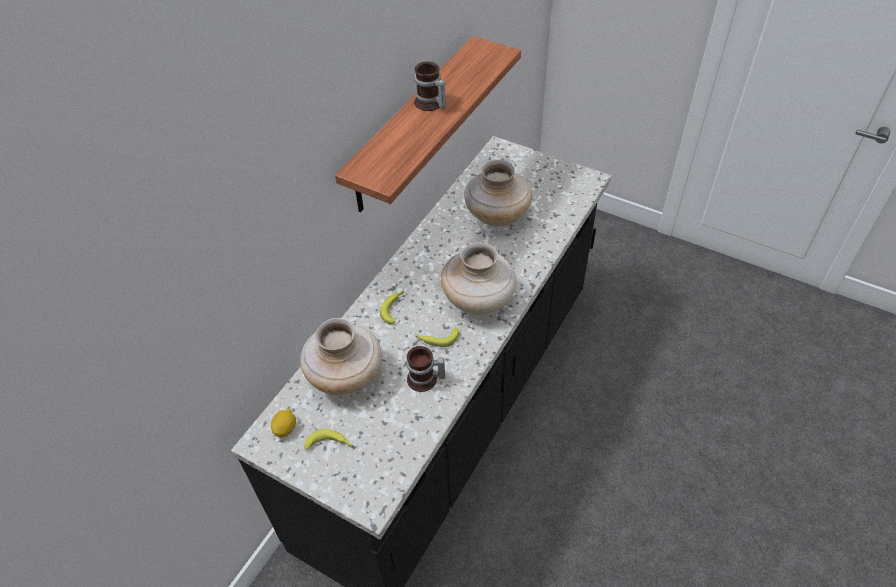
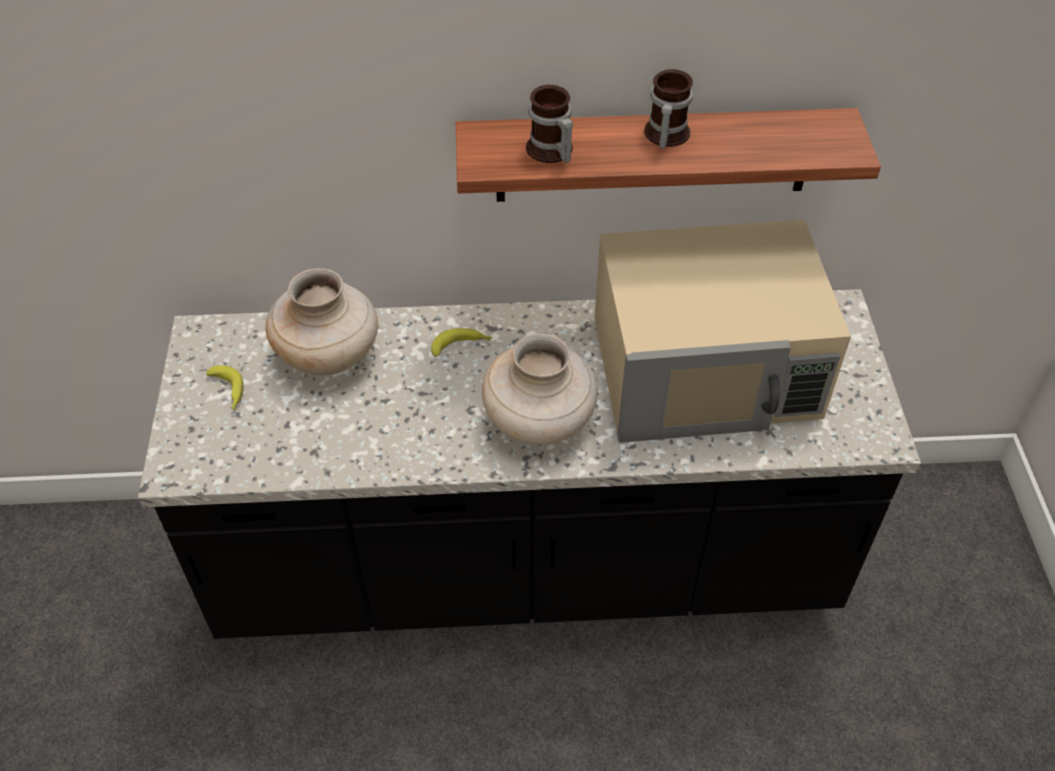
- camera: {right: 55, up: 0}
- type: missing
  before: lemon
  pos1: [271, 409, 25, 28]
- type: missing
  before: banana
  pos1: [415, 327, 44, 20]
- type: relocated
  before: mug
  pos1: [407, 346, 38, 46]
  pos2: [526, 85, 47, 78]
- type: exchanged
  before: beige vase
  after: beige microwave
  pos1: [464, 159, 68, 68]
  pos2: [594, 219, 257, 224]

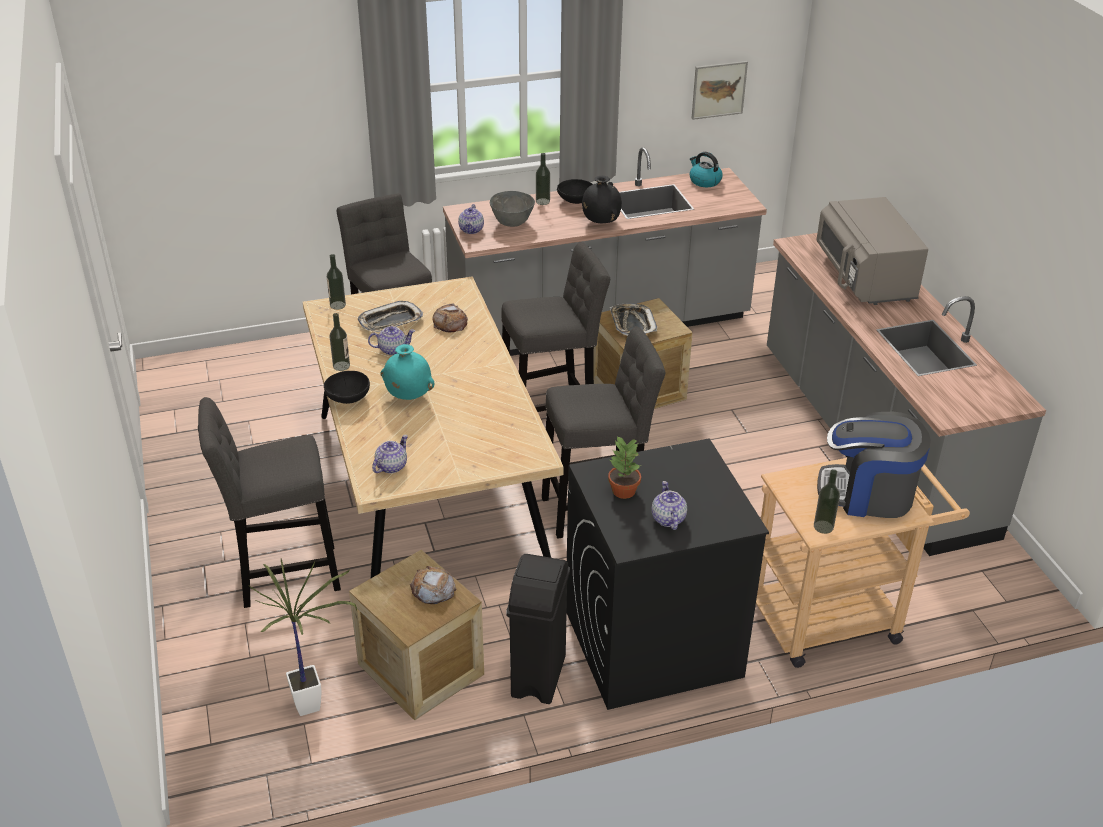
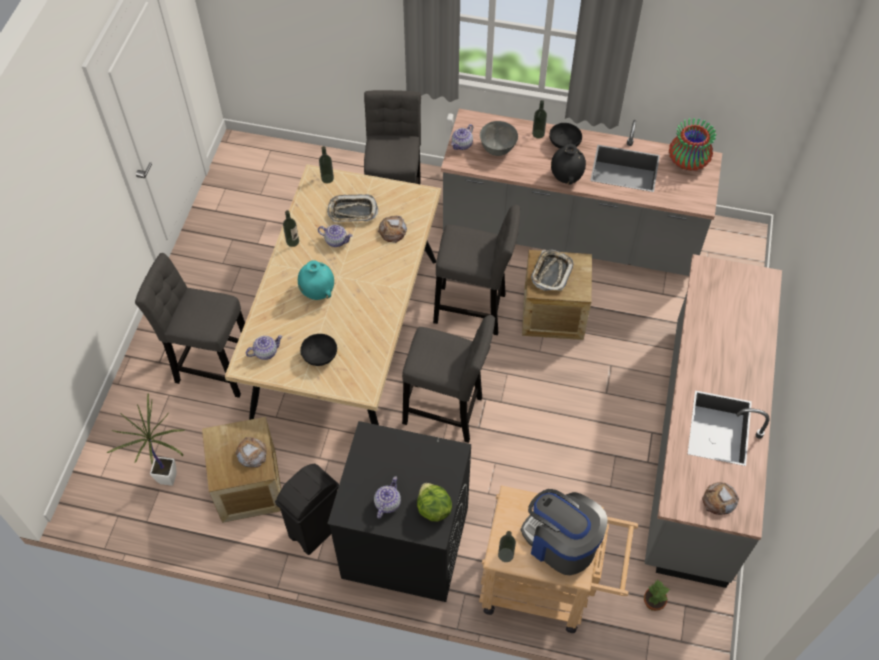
- camera: {right: 30, up: 20}
- type: missing
  before: picture
  pos1: [691, 61, 57, 59]
- type: missing
  before: grey microwave
  pos1: [817, 197, 111, 108]
- type: appeared
  after: lettuce
  pos2: [417, 483, 35, 38]
- type: appeared
  after: bread
  pos2: [702, 482, 37, 33]
- type: relocated
  before: black bowl
  pos1: [324, 371, 46, 33]
  pos2: [300, 334, 37, 32]
- type: relocated
  before: potted plant
  pos1: [608, 436, 33, 63]
  pos2: [644, 579, 26, 32]
- type: exchanged
  before: kettle
  after: vase
  pos1: [690, 152, 33, 35]
  pos2: [669, 118, 47, 53]

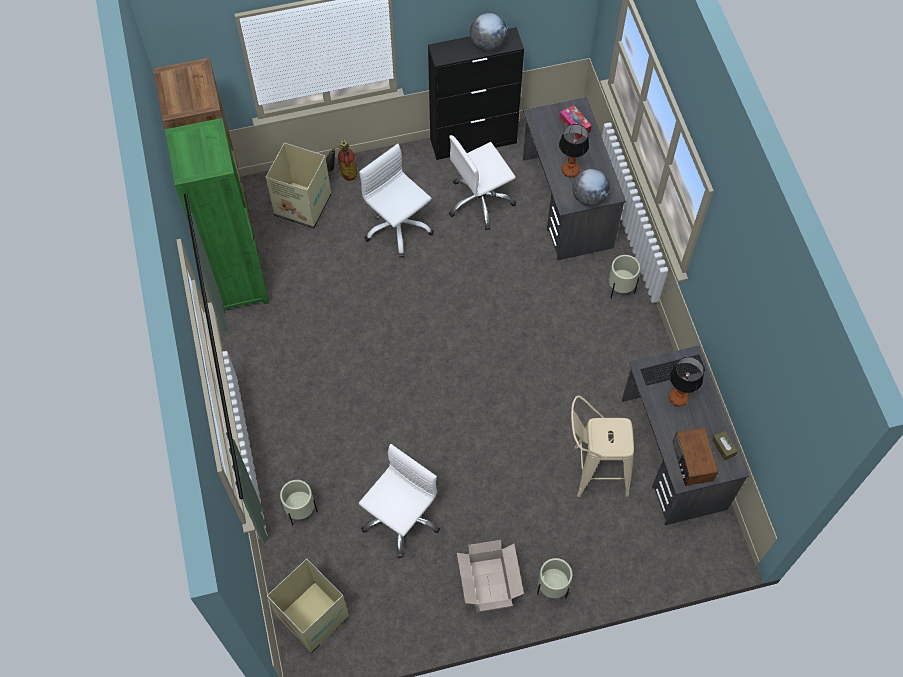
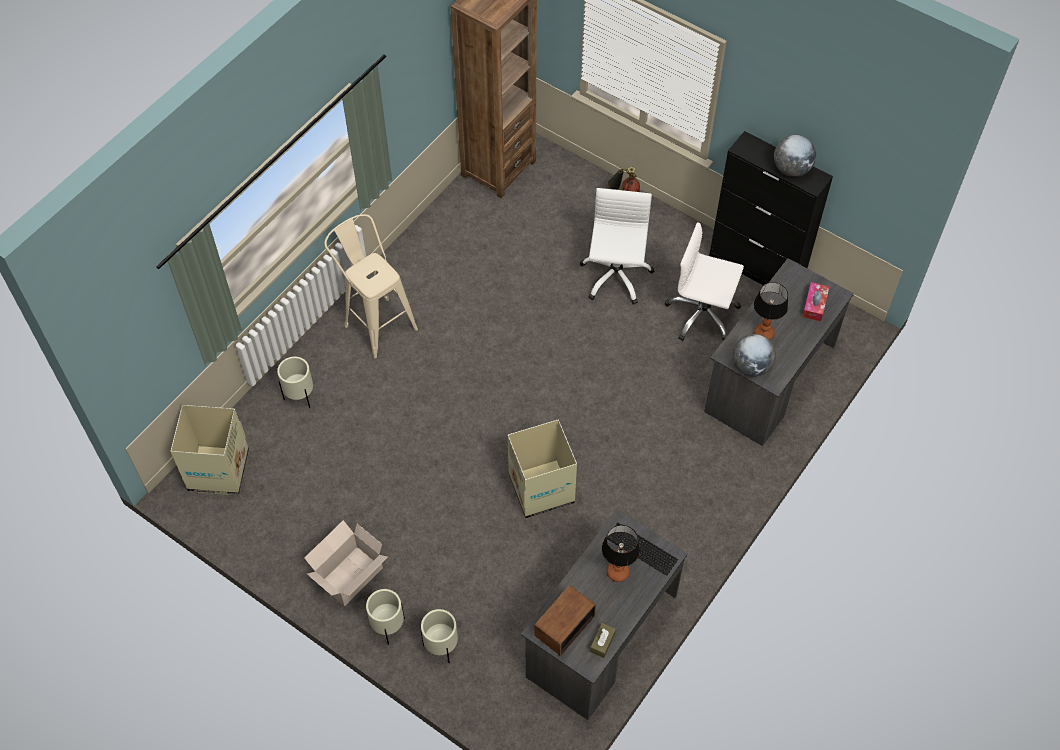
- camera: {right: 50, up: -5}
- type: missing
  before: green bookcase
  pos1: [165, 118, 104, 195]
- type: missing
  before: white office chair
  pos1: [359, 444, 81, 114]
- type: relocated
  before: cardboard box
  pos1: [266, 143, 65, 86]
  pos2: [508, 420, 69, 98]
- type: relocated
  before: beige stool
  pos1: [571, 396, 63, 101]
  pos2: [324, 214, 94, 144]
- type: relocated
  before: beige planter
  pos1: [609, 255, 31, 44]
  pos2: [421, 609, 37, 54]

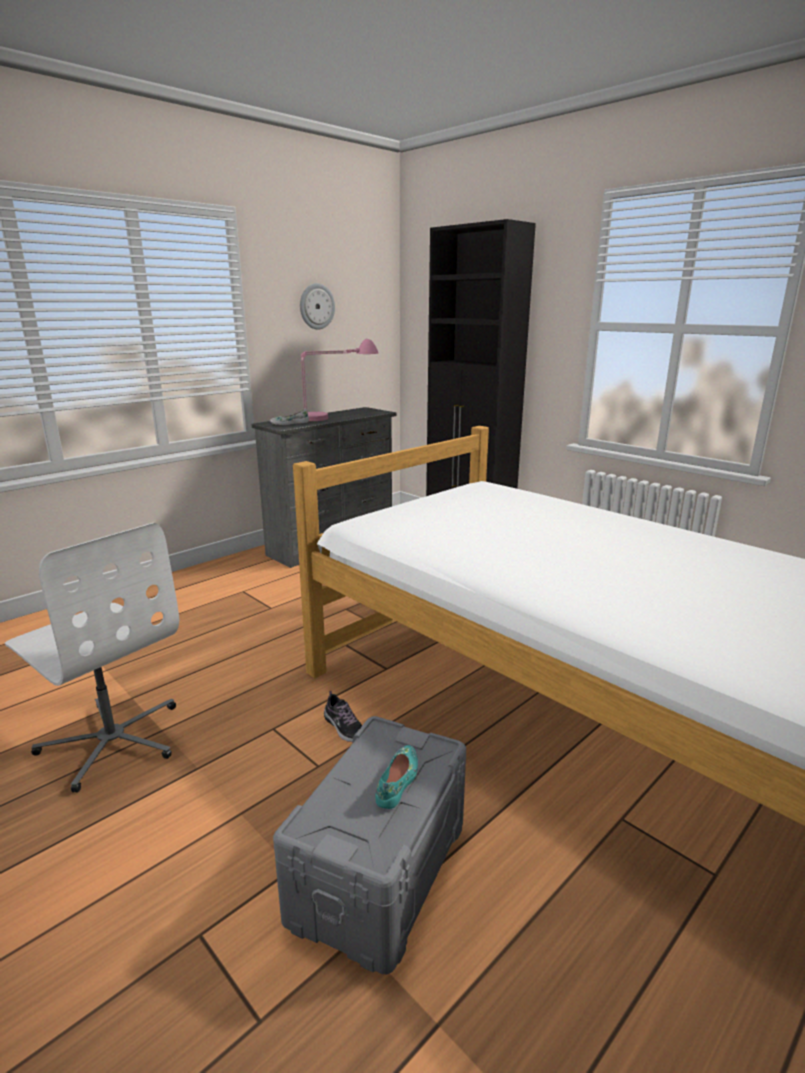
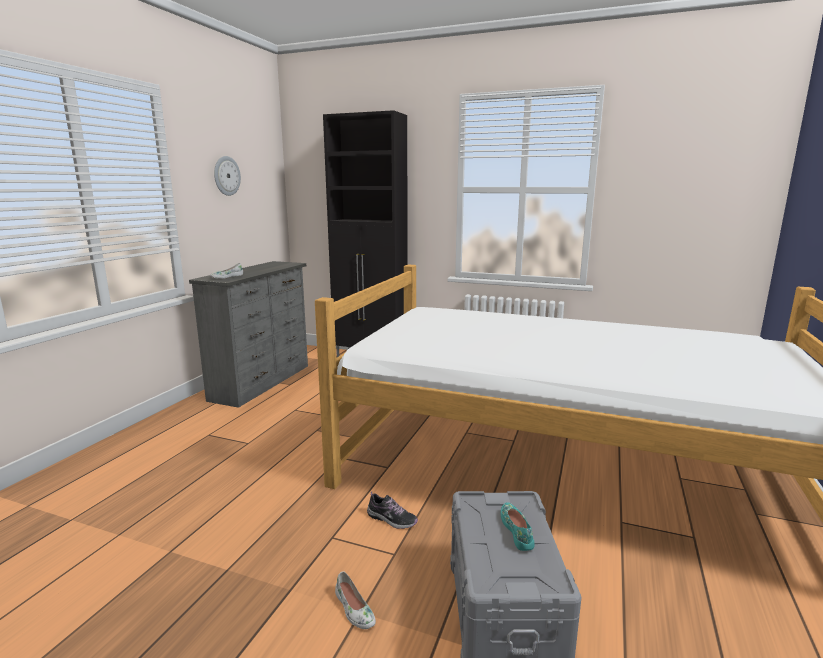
- camera: {right: -25, up: -5}
- type: missing
  before: white office chair
  pos1: [5, 523, 174, 270]
- type: missing
  before: pink table lamp
  pos1: [301, 339, 77, 82]
- type: appeared
  after: white shoe
  pos2: [335, 571, 41, 58]

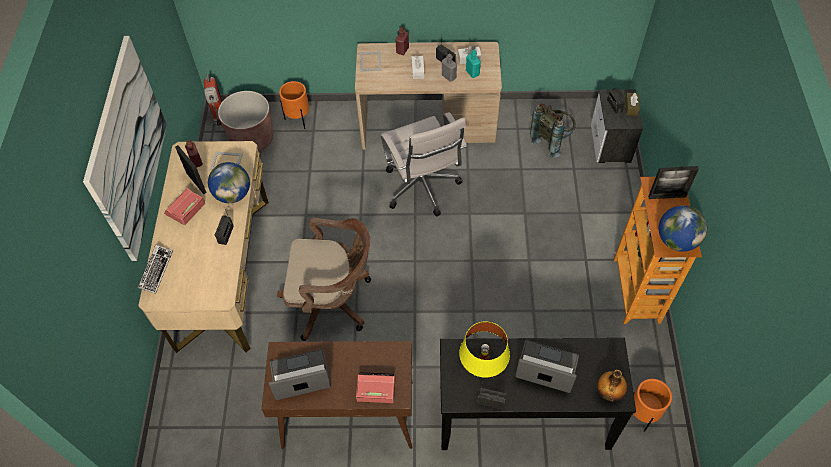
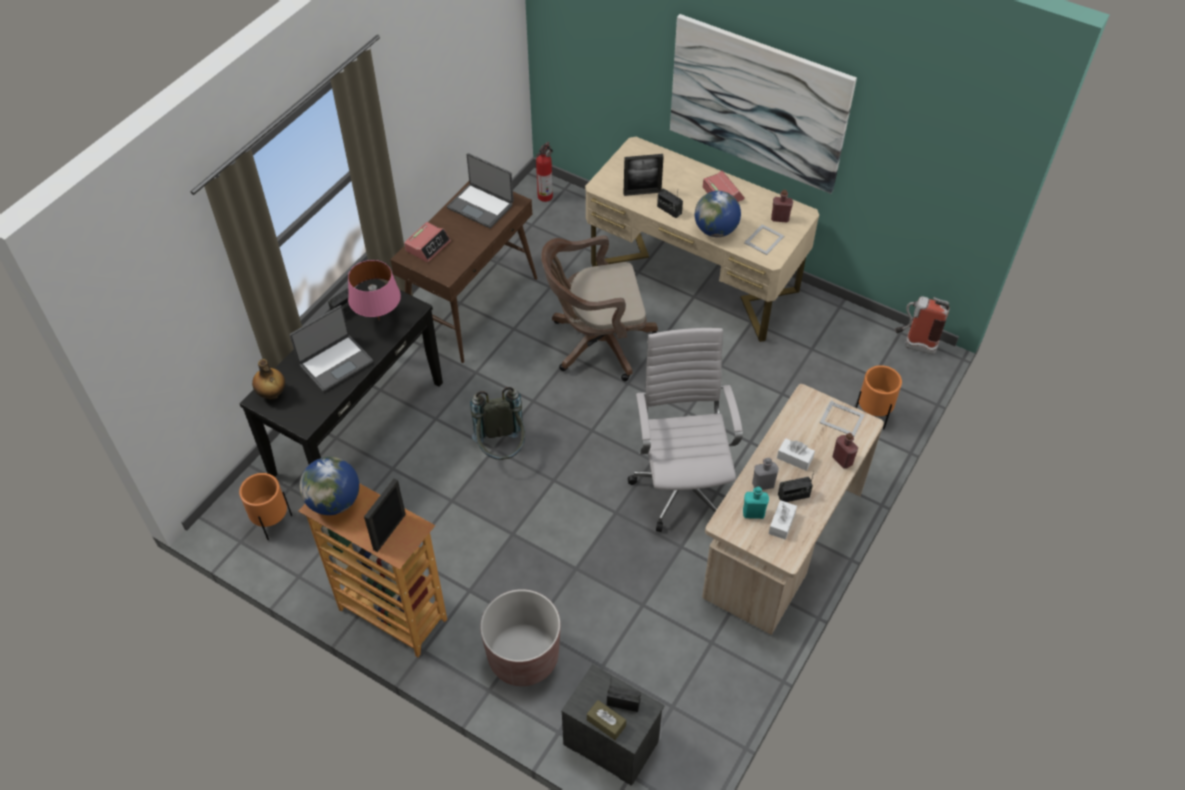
- camera: {right: 120, up: -5}
- type: missing
  before: keyboard
  pos1: [138, 245, 35, 49]
- type: appeared
  after: fire extinguisher
  pos2: [536, 142, 17, 60]
- type: relocated
  before: picture frame
  pos1: [175, 145, 32, 49]
  pos2: [624, 154, 40, 42]
- type: relocated
  before: brown planter
  pos1: [218, 91, 56, 61]
  pos2: [480, 589, 80, 97]
- type: relocated
  before: grey backpack
  pos1: [530, 104, 46, 54]
  pos2: [470, 387, 55, 73]
- type: colour
  before: yellow table lamp
  after: pink table lamp
  pos1: [459, 322, 51, 55]
  pos2: [348, 260, 53, 61]
- type: spun
  before: laptop
  pos1: [269, 349, 62, 51]
  pos2: [447, 153, 67, 75]
  turn: 105
- type: spun
  before: brown office chair
  pos1: [277, 218, 94, 123]
  pos2: [541, 235, 117, 146]
  turn: 45
- type: spun
  before: white office chair
  pos1: [381, 112, 86, 105]
  pos2: [627, 328, 116, 204]
  turn: 75

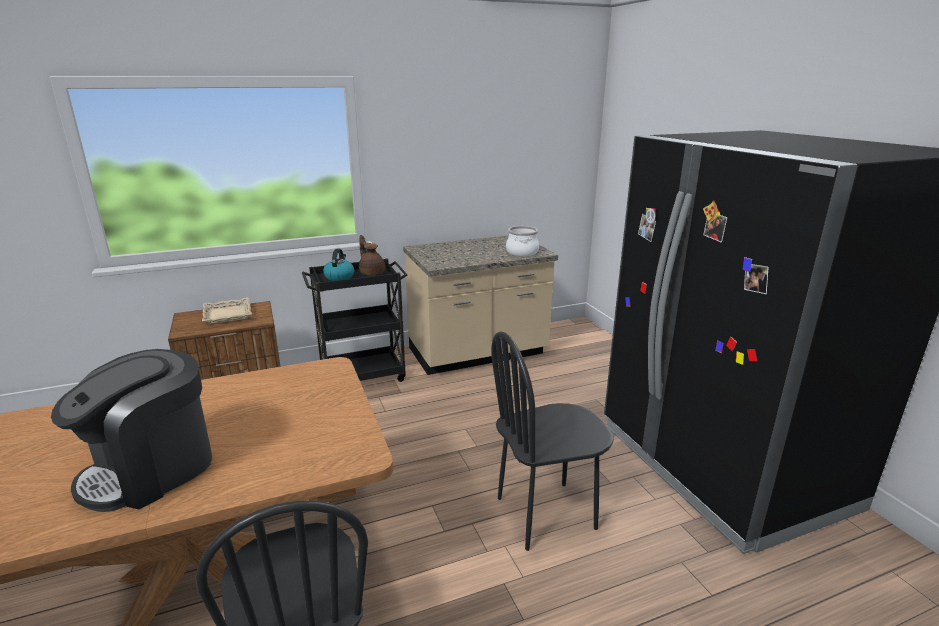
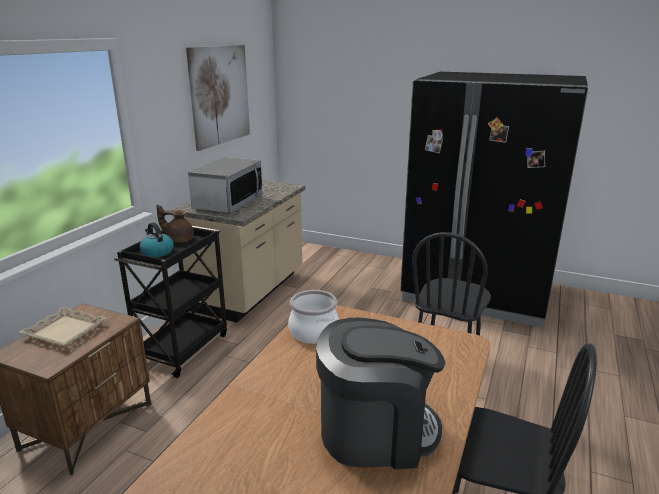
- camera: {right: -45, up: 0}
- type: appeared
  after: picture
  pos2: [186, 45, 64, 106]
- type: appeared
  after: microwave
  pos2: [188, 157, 75, 56]
- type: relocated
  before: cooking pot
  pos1: [506, 226, 33, 30]
  pos2: [288, 290, 51, 54]
- type: spun
  before: coffee machine
  pos1: [51, 349, 161, 163]
  pos2: [316, 317, 129, 152]
  turn: -90

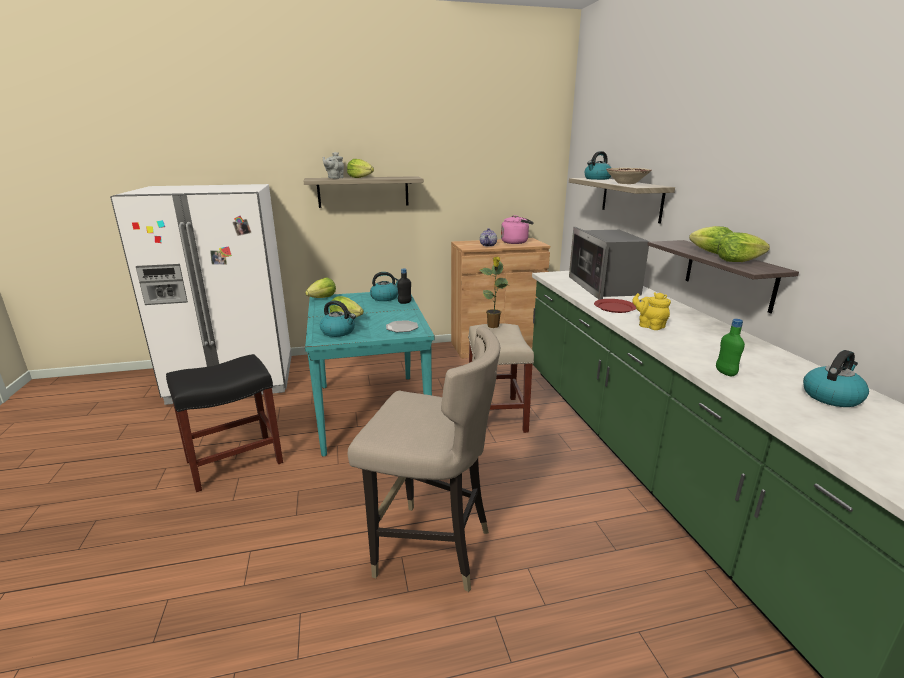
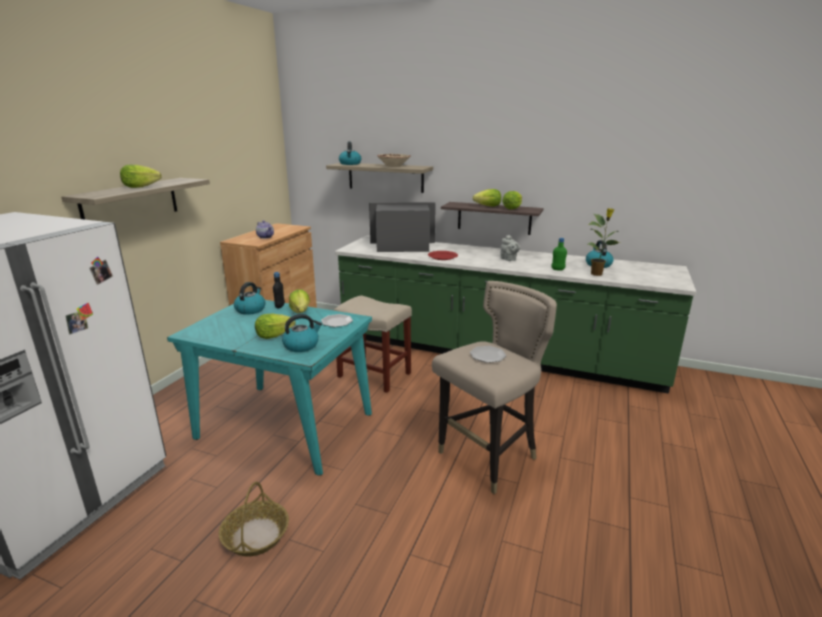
- camera: {right: -55, up: 0}
- type: missing
  before: pink kettle
  pos1: [501, 215, 33, 29]
- type: missing
  before: yellow teapot
  pos1: [632, 292, 39, 38]
- type: appeared
  after: plate
  pos2: [470, 346, 36, 17]
- type: relocated
  before: lettuce
  pos1: [305, 278, 31, 20]
  pos2: [289, 289, 21, 24]
- type: relocated
  before: grey teapot
  pos1: [322, 152, 22, 27]
  pos2: [500, 235, 20, 26]
- type: relocated
  before: potted plant
  pos1: [480, 257, 28, 71]
  pos2: [588, 208, 32, 68]
- type: exchanged
  before: black stool
  after: basket
  pos1: [166, 354, 117, 138]
  pos2: [219, 482, 70, 75]
- type: spun
  before: microwave
  pos1: [569, 227, 81, 73]
  pos2: [369, 202, 67, 50]
  turn: 150

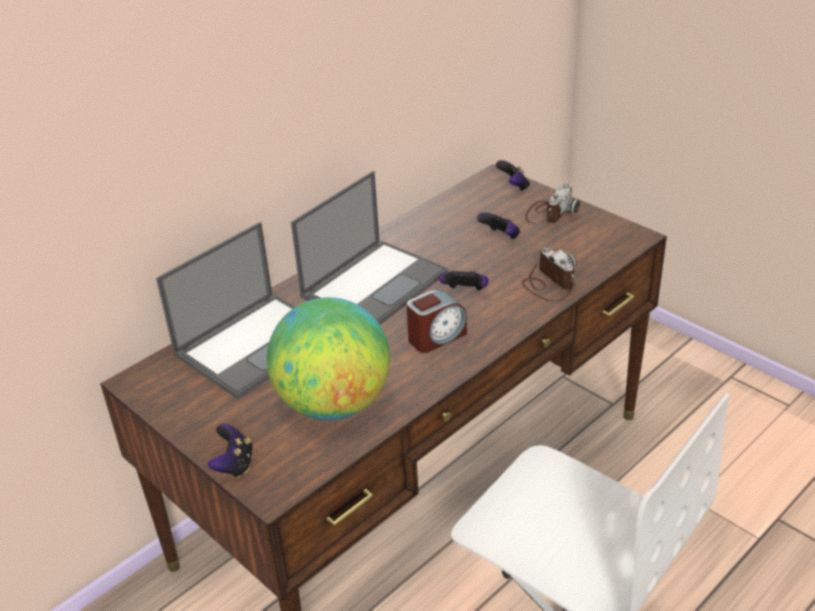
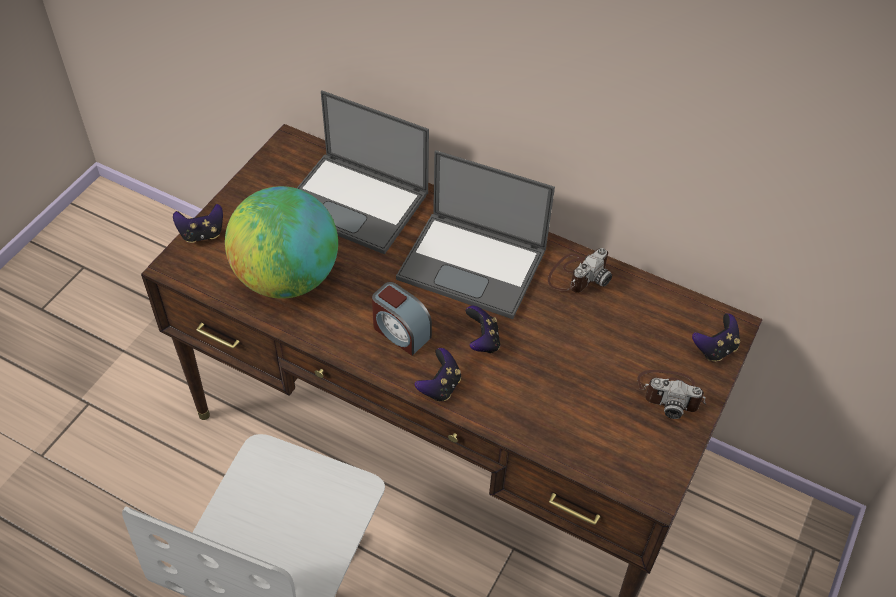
- camera: {right: 70, up: 15}
- type: relocated
  before: game controller
  pos1: [477, 212, 43, 27]
  pos2: [415, 348, 46, 54]
- type: relocated
  before: photo camera
  pos1: [522, 247, 55, 55]
  pos2: [548, 248, 64, 45]

